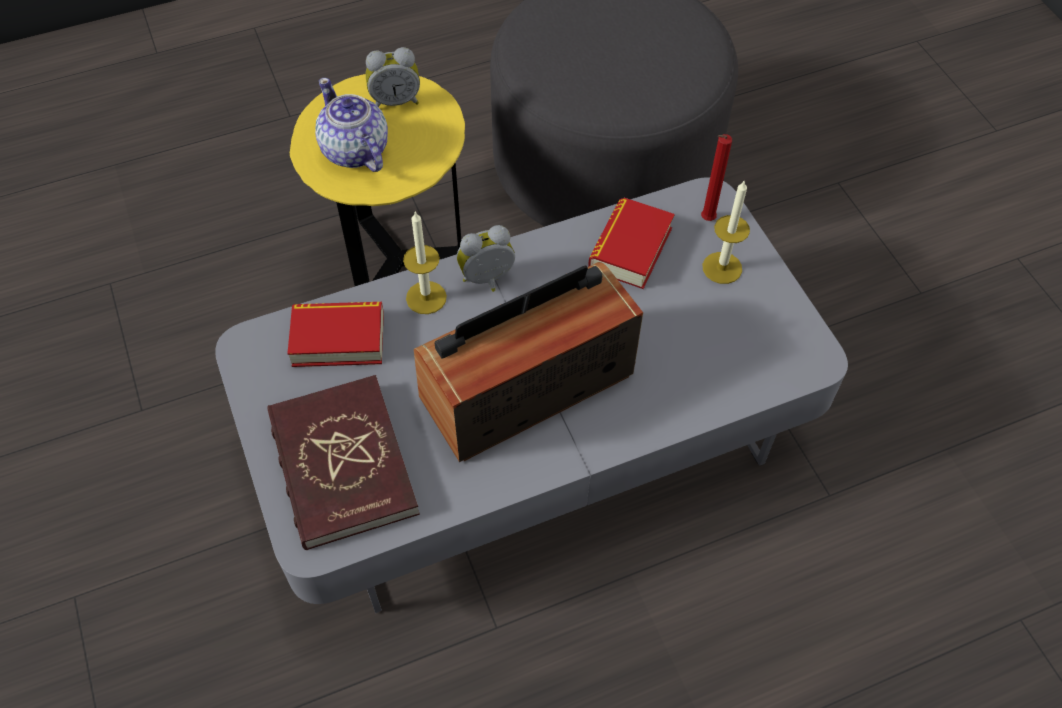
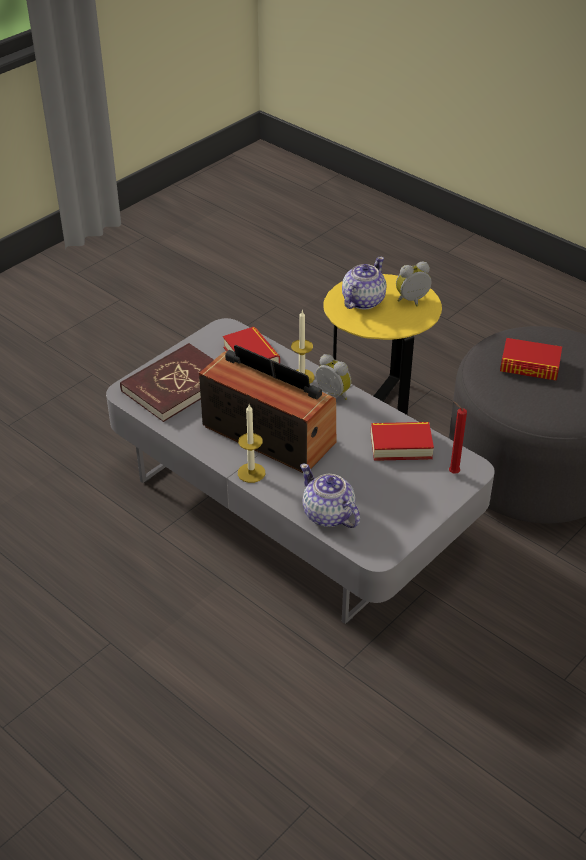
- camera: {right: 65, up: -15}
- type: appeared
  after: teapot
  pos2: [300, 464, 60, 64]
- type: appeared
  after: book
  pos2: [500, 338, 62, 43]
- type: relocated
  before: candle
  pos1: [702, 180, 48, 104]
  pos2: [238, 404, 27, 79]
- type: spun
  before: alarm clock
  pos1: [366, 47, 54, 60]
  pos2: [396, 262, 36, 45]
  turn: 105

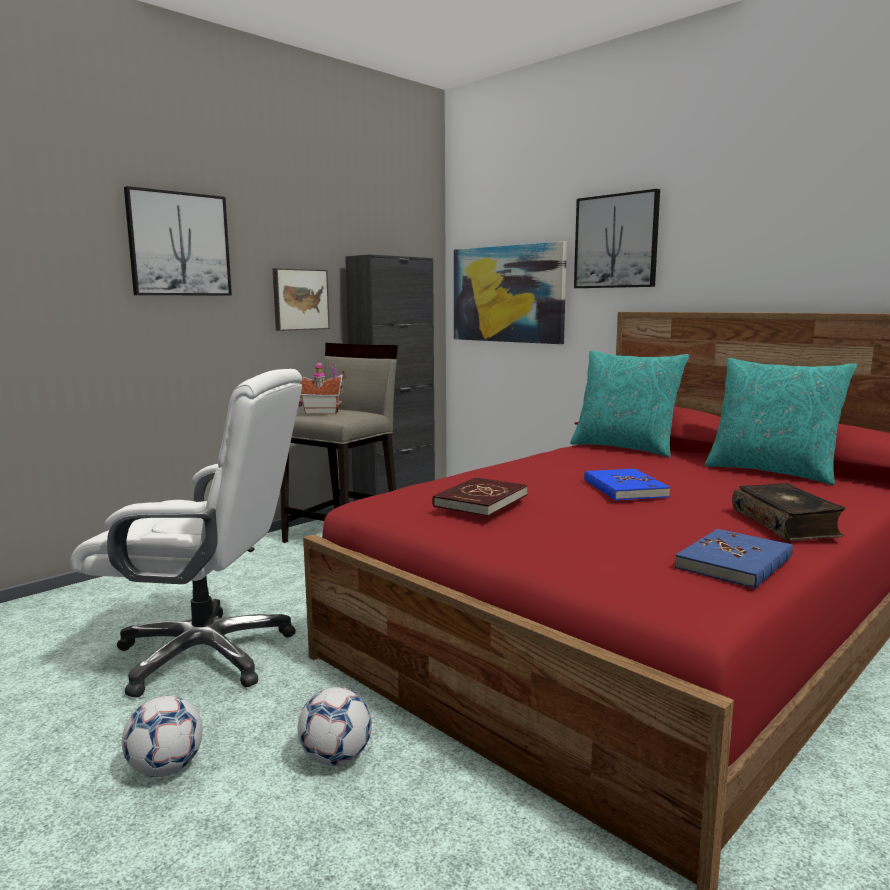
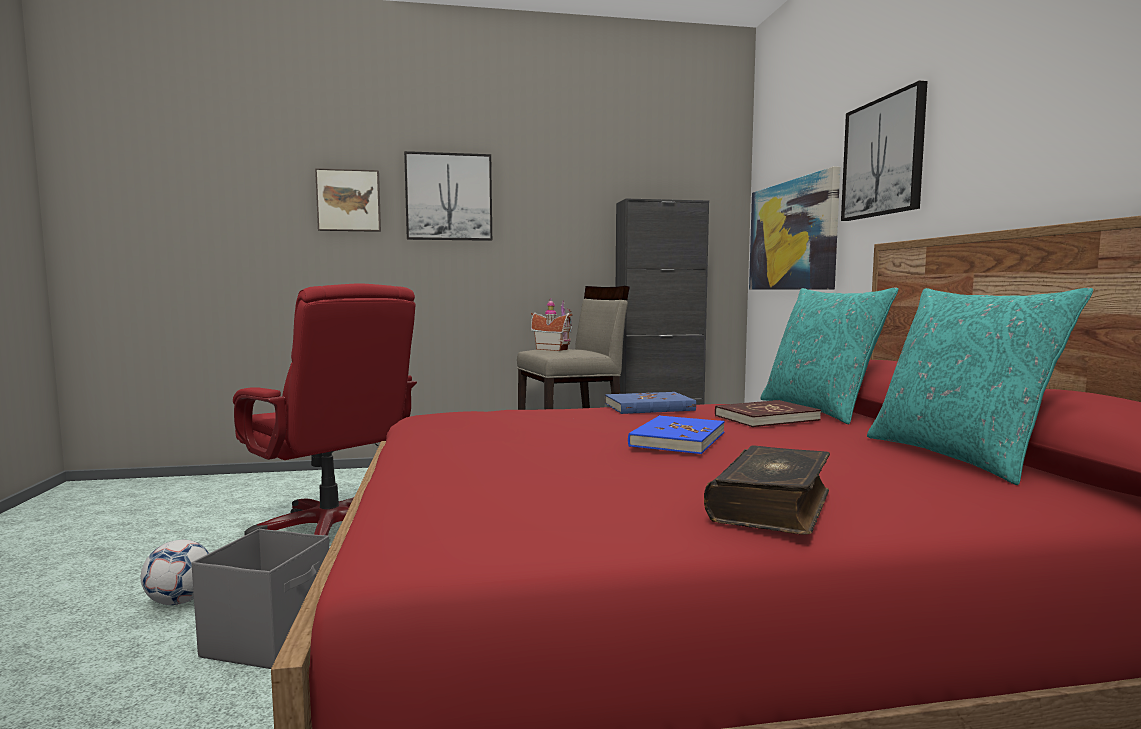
- camera: {right: 35, up: -5}
- type: relocated
  before: picture
  pos1: [273, 268, 57, 63]
  pos2: [315, 168, 66, 64]
- type: relocated
  before: red book
  pos1: [432, 477, 96, 39]
  pos2: [715, 400, 106, 27]
- type: relocated
  before: blue book
  pos1: [675, 529, 118, 60]
  pos2: [605, 392, 91, 22]
- type: exchanged
  before: football
  after: grey storage box
  pos1: [298, 687, 74, 79]
  pos2: [192, 529, 137, 140]
- type: colour
  before: white office chair
  after: red office chair
  pos1: [70, 369, 232, 329]
  pos2: [233, 283, 184, 253]

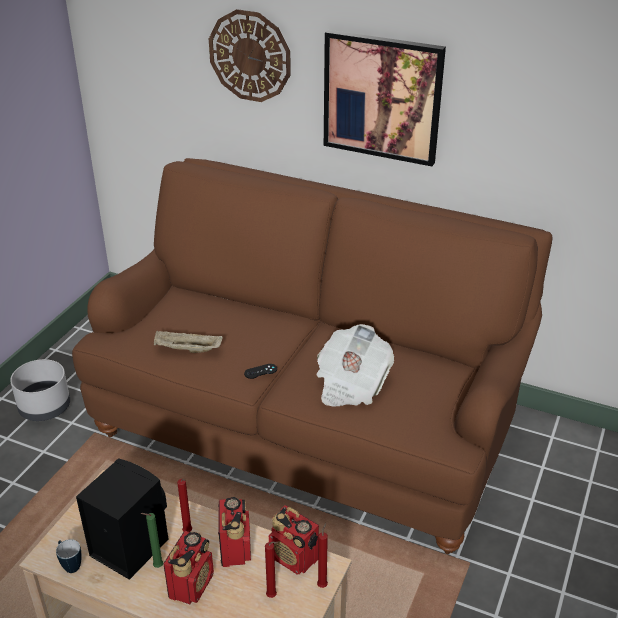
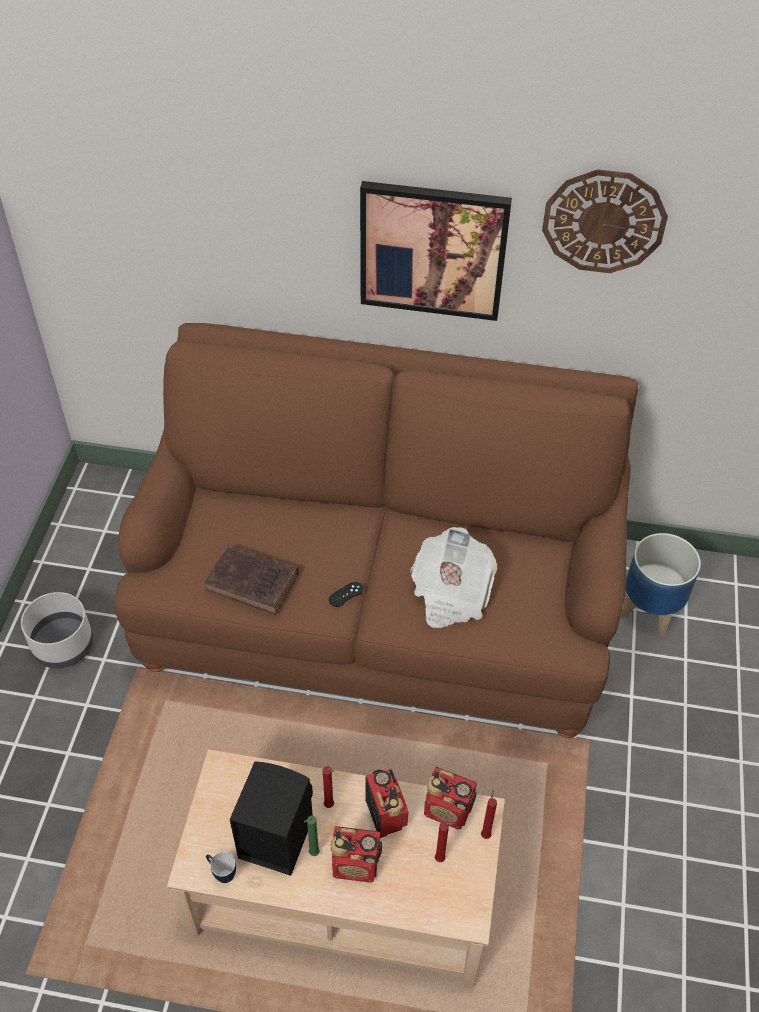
- camera: {right: -15, up: 15}
- type: appeared
  after: planter
  pos2: [621, 533, 80, 103]
- type: relocated
  before: wall clock
  pos1: [209, 9, 82, 93]
  pos2: [542, 169, 126, 104]
- type: exchanged
  before: beige tray
  after: brown book
  pos1: [154, 331, 69, 22]
  pos2: [204, 544, 95, 71]
- type: spun
  before: radio
  pos1: [163, 531, 51, 73]
  pos2: [331, 826, 51, 56]
  turn: 90

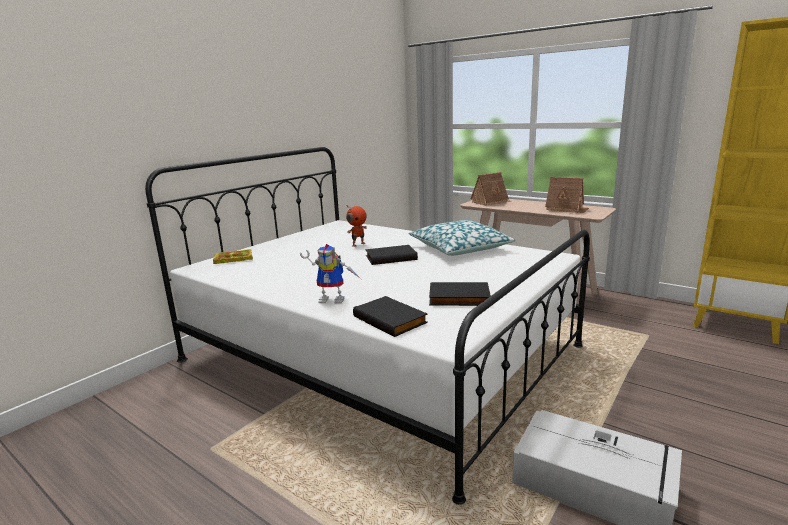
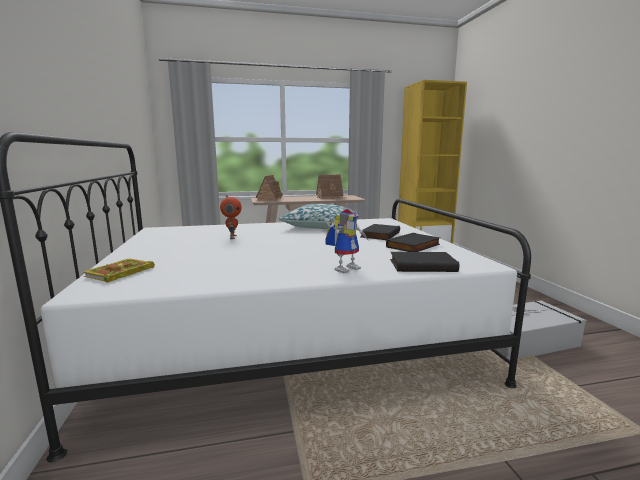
- camera: {right: -50, up: -5}
- type: relocated
  before: black book
  pos1: [366, 245, 52, 20]
  pos2: [360, 224, 40, 16]

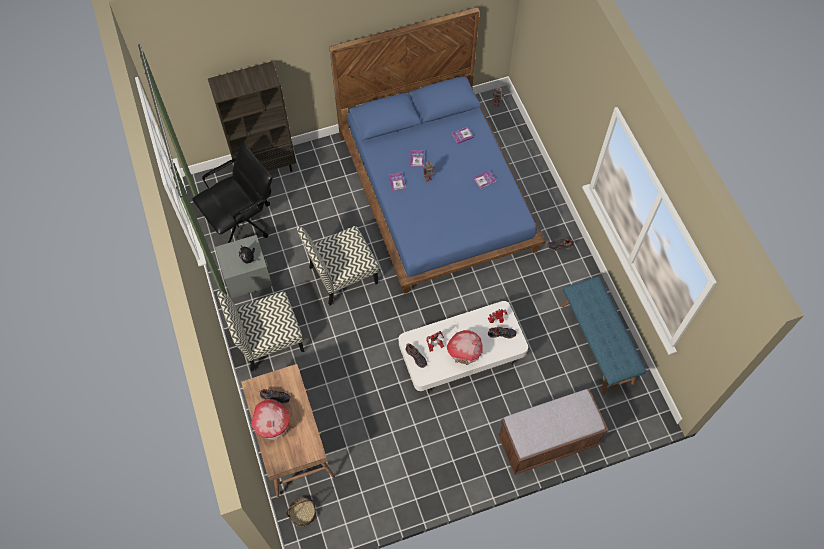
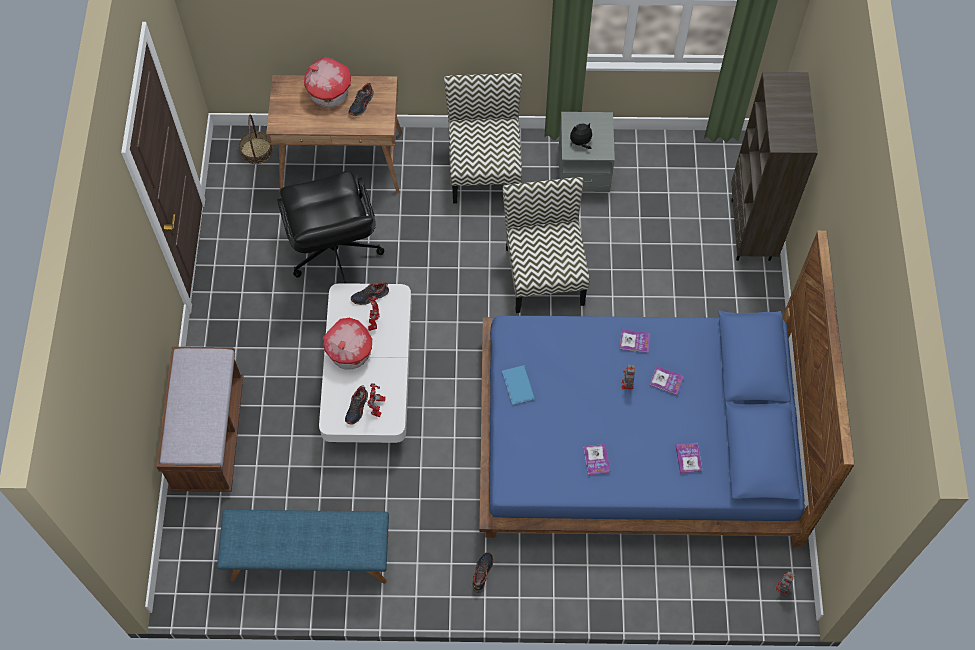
- camera: {right: 110, up: 0}
- type: appeared
  after: blue book
  pos2: [502, 365, 33, 40]
- type: relocated
  before: black office chair
  pos1: [192, 142, 80, 101]
  pos2: [277, 171, 107, 112]

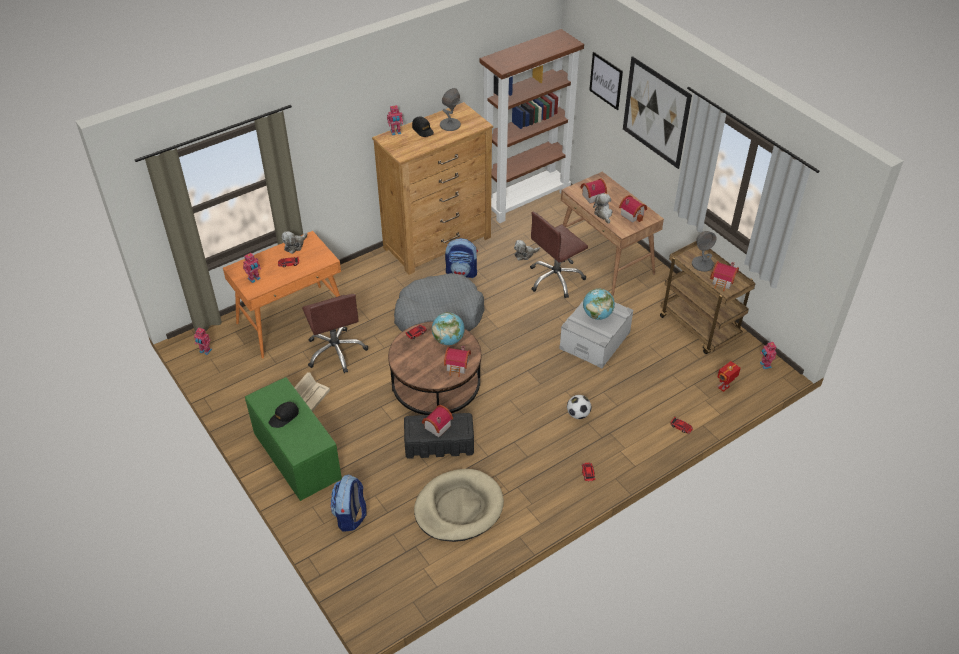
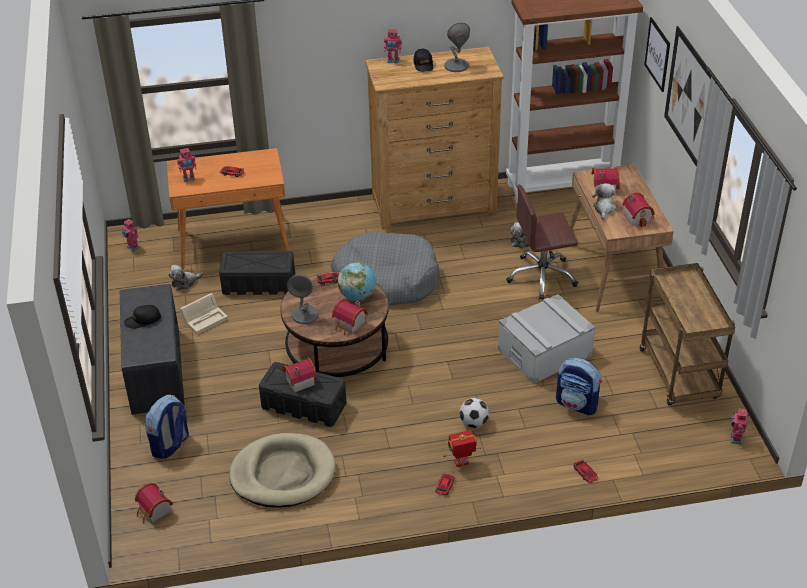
- camera: {right: 25, up: -5}
- type: missing
  before: globe
  pos1: [583, 288, 32, 32]
- type: relocated
  before: plush toy
  pos1: [282, 231, 26, 23]
  pos2: [168, 265, 36, 26]
- type: relocated
  before: backpack
  pos1: [445, 238, 33, 40]
  pos2: [556, 358, 46, 58]
- type: relocated
  before: grey table lamp
  pos1: [692, 231, 25, 41]
  pos2: [287, 274, 32, 50]
- type: relocated
  before: toy house
  pos1: [710, 261, 29, 30]
  pos2: [135, 483, 38, 41]
- type: relocated
  before: toy robot
  pos1: [717, 361, 24, 31]
  pos2: [443, 430, 38, 37]
- type: exchanged
  before: brown office chair
  after: black storage box
  pos1: [302, 294, 66, 79]
  pos2: [219, 251, 76, 44]
- type: colour
  before: green bench
  after: grey bench
  pos1: [245, 377, 97, 124]
  pos2: [120, 284, 65, 131]

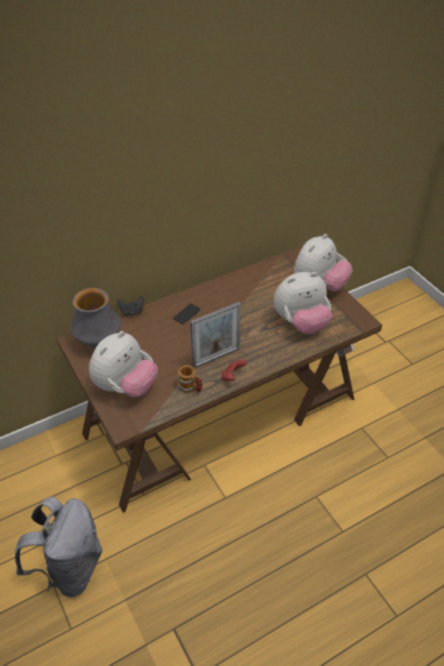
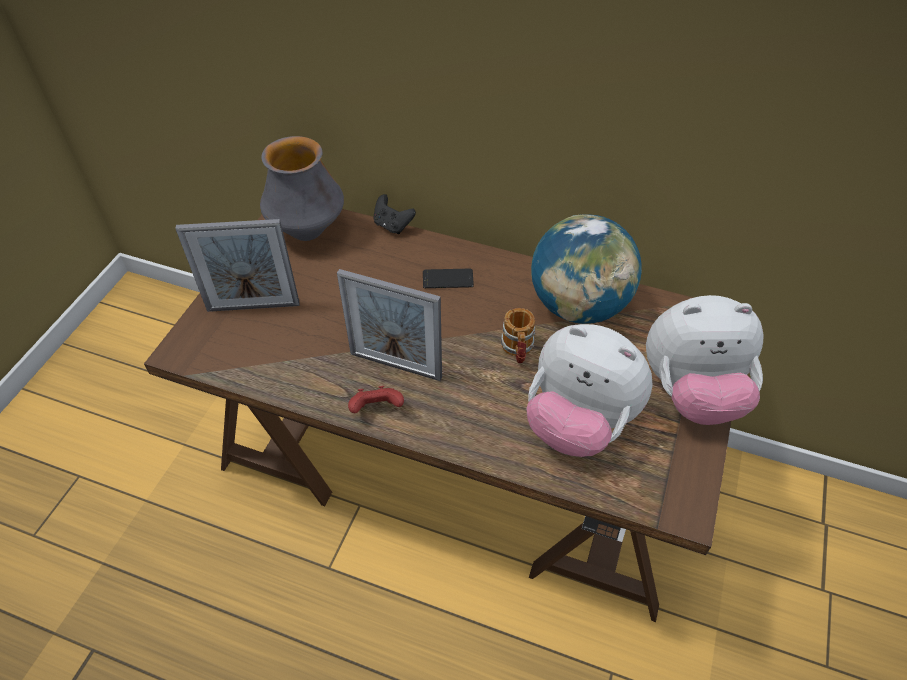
- camera: {right: 50, up: 5}
- type: missing
  before: grey backpack
  pos1: [15, 497, 88, 100]
- type: appeared
  after: globe
  pos2: [531, 214, 111, 110]
- type: relocated
  before: mug
  pos1: [178, 365, 25, 28]
  pos2: [501, 308, 34, 55]
- type: exchanged
  before: plush toy
  after: picture frame
  pos1: [89, 331, 69, 66]
  pos2: [175, 219, 125, 93]

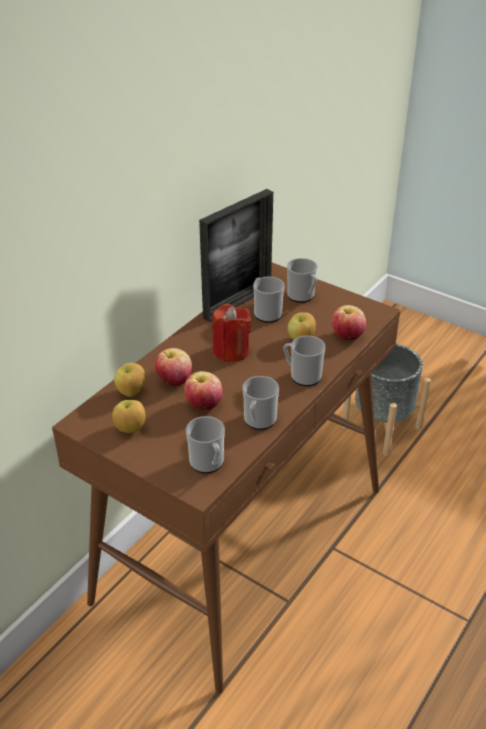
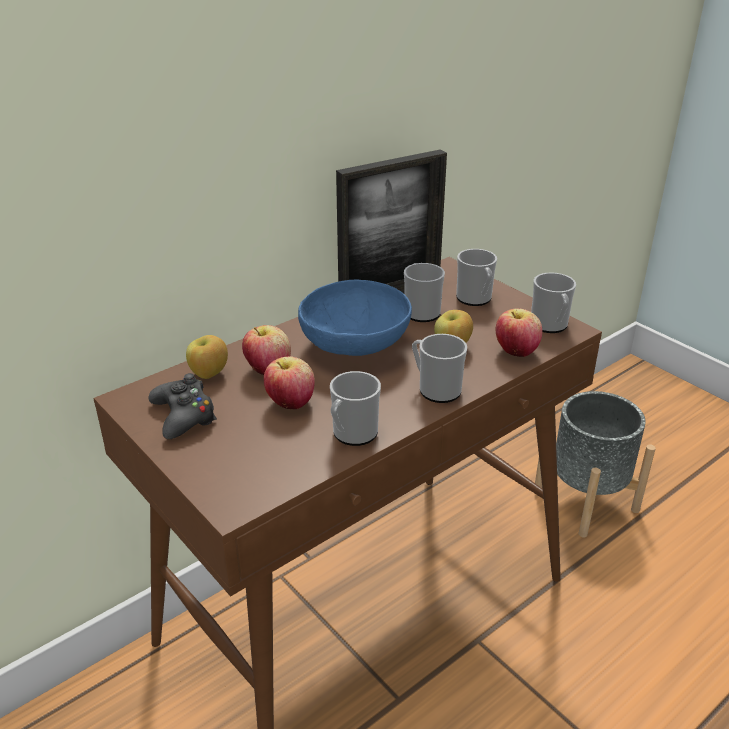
- camera: {right: 15, up: -5}
- type: relocated
  before: mug
  pos1: [186, 416, 39, 58]
  pos2: [531, 272, 45, 61]
- type: exchanged
  before: apple
  after: black game controller
  pos1: [112, 400, 34, 33]
  pos2: [149, 373, 68, 66]
- type: exchanged
  before: red candle
  after: blue bowl
  pos1: [212, 304, 39, 58]
  pos2: [298, 279, 114, 77]

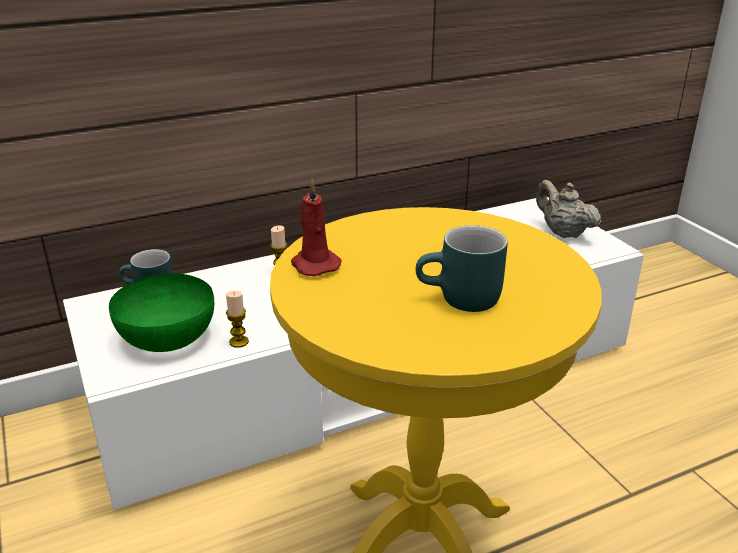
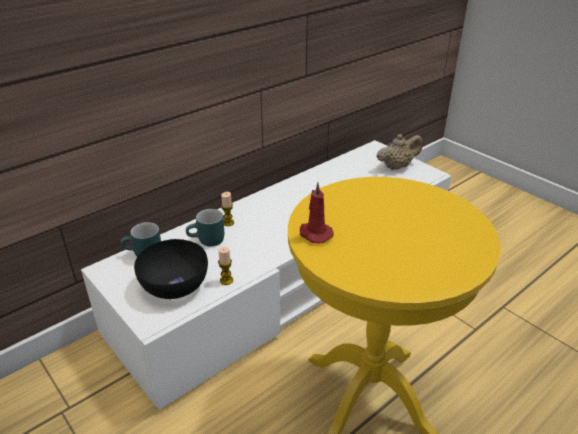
- camera: {right: -15, up: 5}
- type: relocated
  before: turquoise mug
  pos1: [416, 225, 92, 87]
  pos2: [186, 209, 38, 37]
- type: colour
  before: green bowl
  after: black bowl
  pos1: [109, 273, 105, 79]
  pos2: [134, 239, 74, 60]
- type: spun
  before: beige teapot
  pos1: [536, 180, 65, 58]
  pos2: [376, 134, 47, 36]
  turn: 120

